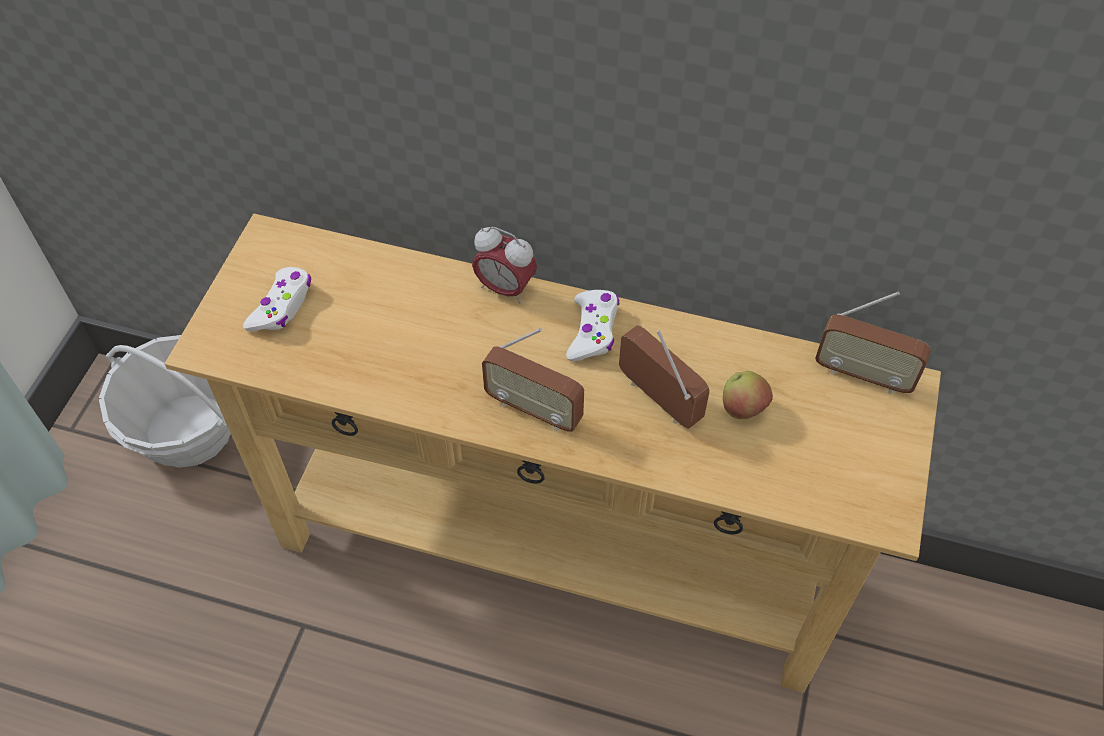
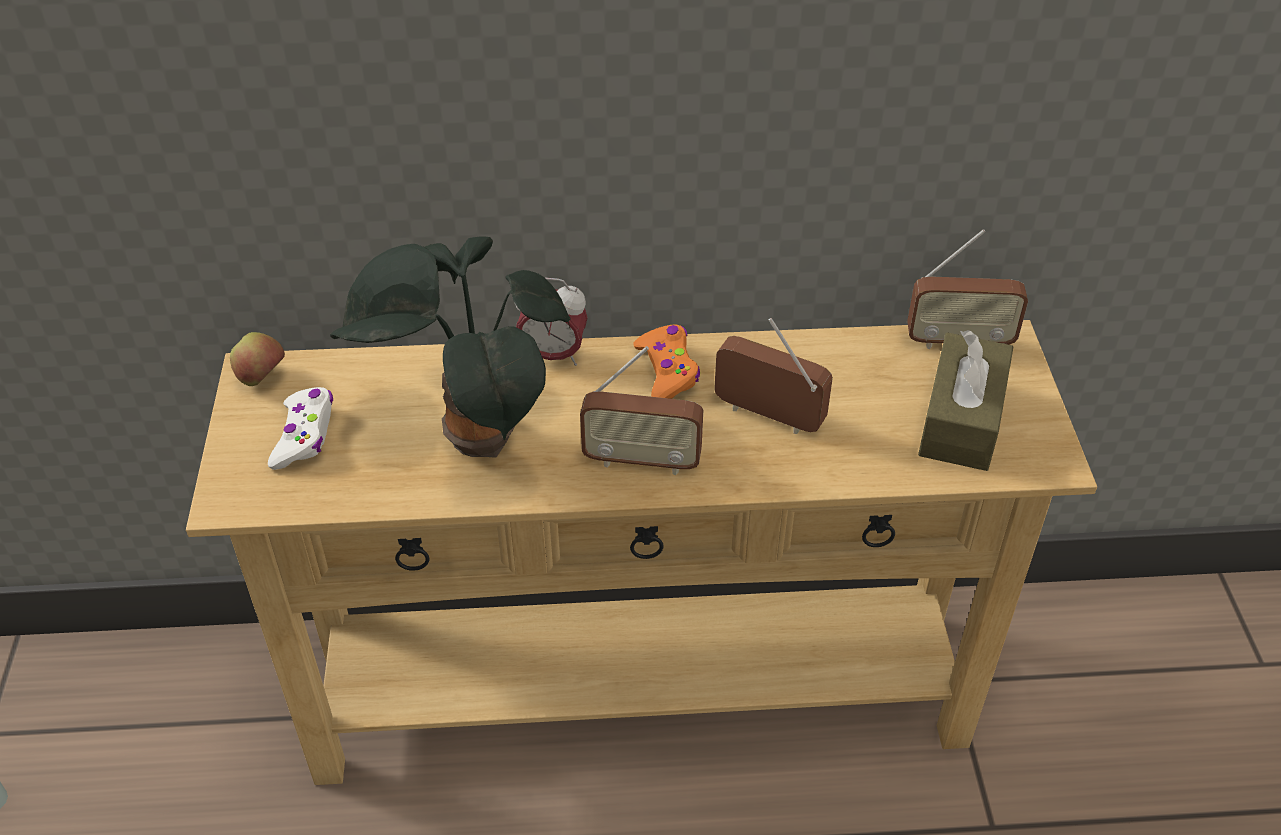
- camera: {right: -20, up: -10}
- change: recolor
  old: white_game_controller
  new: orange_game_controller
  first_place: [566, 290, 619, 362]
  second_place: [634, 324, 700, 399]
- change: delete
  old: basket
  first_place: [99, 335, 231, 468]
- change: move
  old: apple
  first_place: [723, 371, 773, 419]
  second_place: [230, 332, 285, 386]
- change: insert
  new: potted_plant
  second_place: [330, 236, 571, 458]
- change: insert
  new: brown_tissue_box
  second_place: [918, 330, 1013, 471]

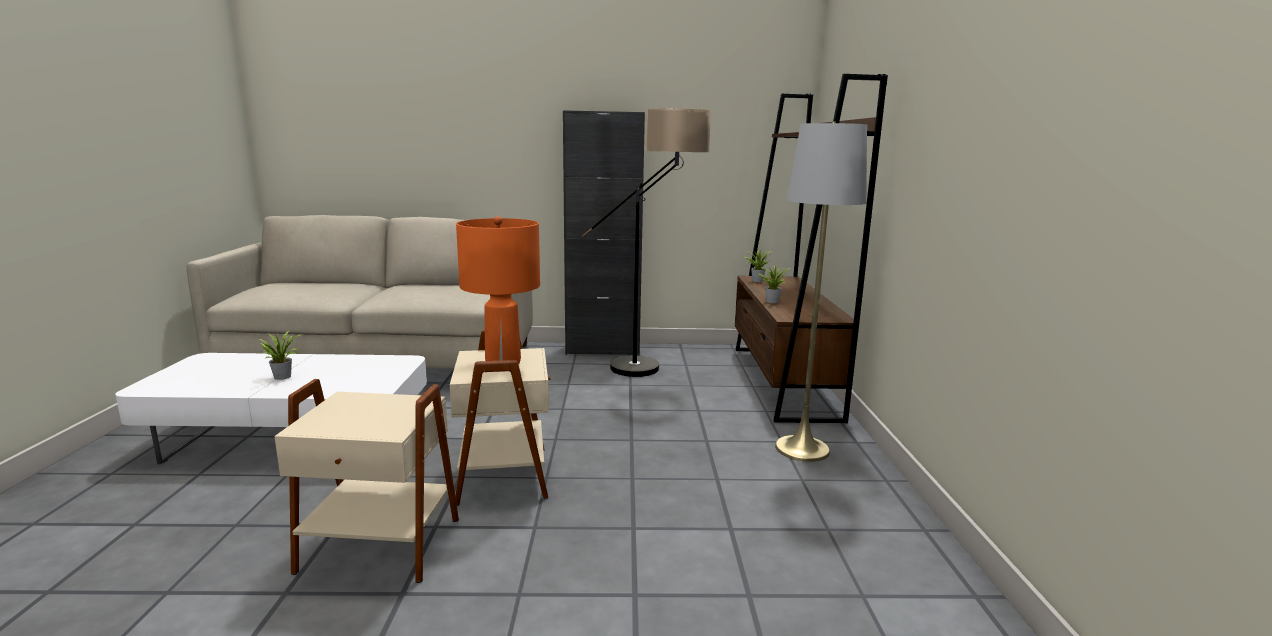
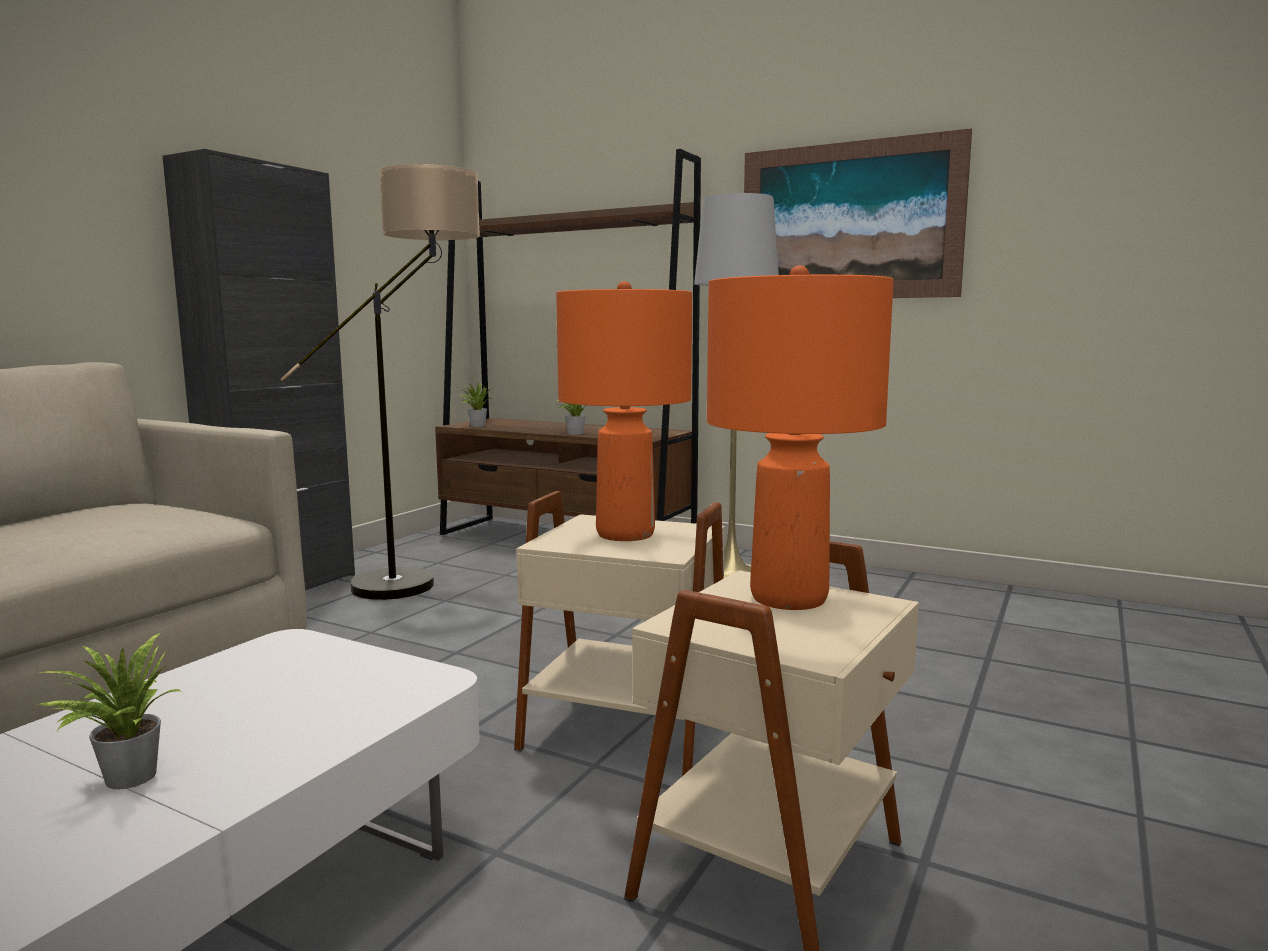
- camera: {right: -60, up: -5}
- change: insert
  new: picture
  second_place: [744, 128, 972, 298]
- change: insert
  new: orange_table_lamp
  second_place: [707, 265, 894, 610]

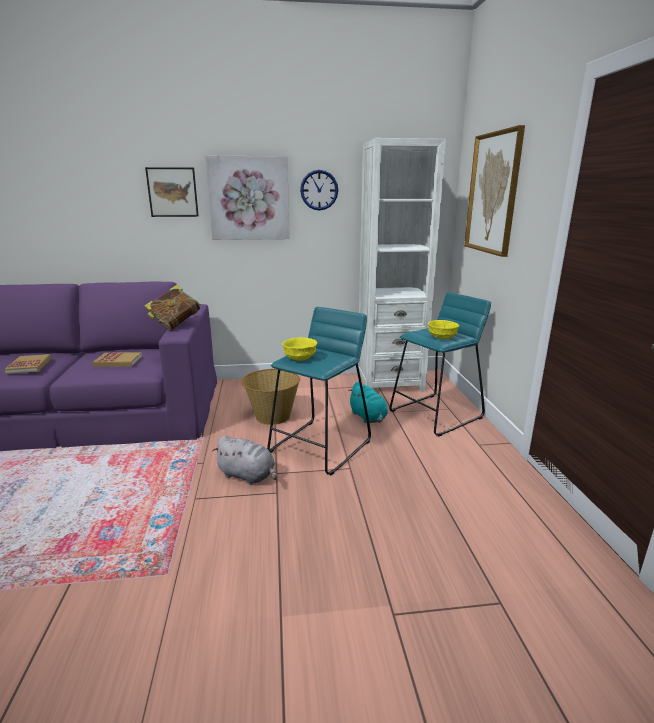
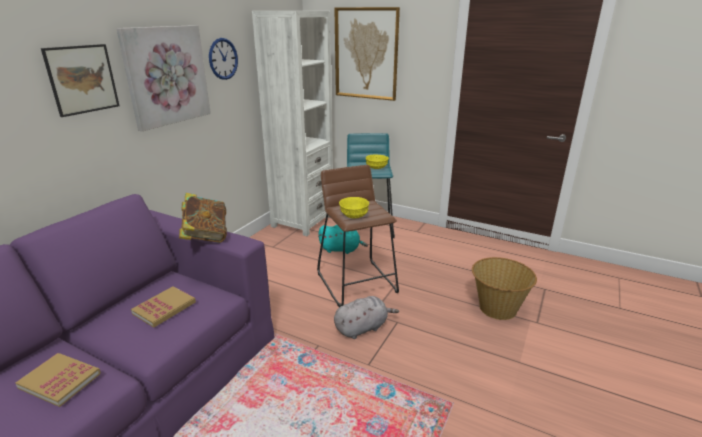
- camera: {right: -55, up: 5}
- change: recolor
  old: turquoise_stool
  new: brown_stool
  first_place: [267, 307, 371, 475]
  second_place: [317, 165, 399, 307]
- change: move
  old: basket
  first_place: [241, 369, 300, 425]
  second_place: [472, 257, 537, 320]

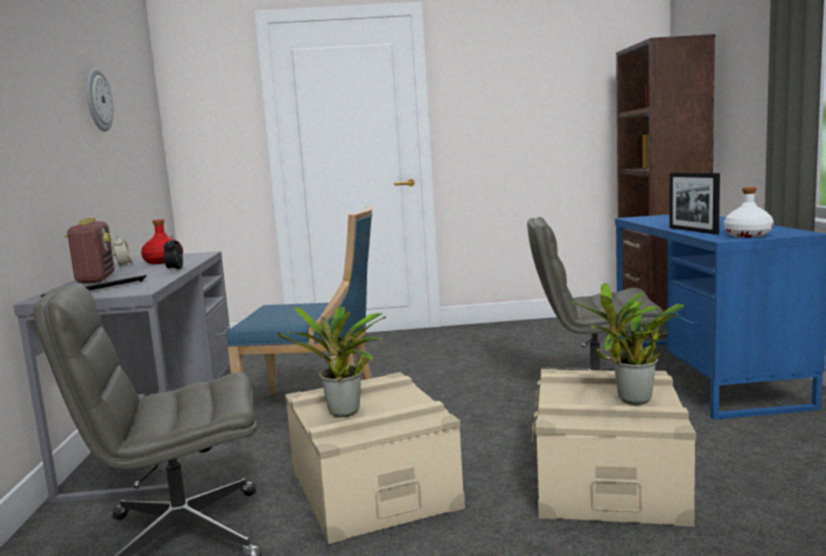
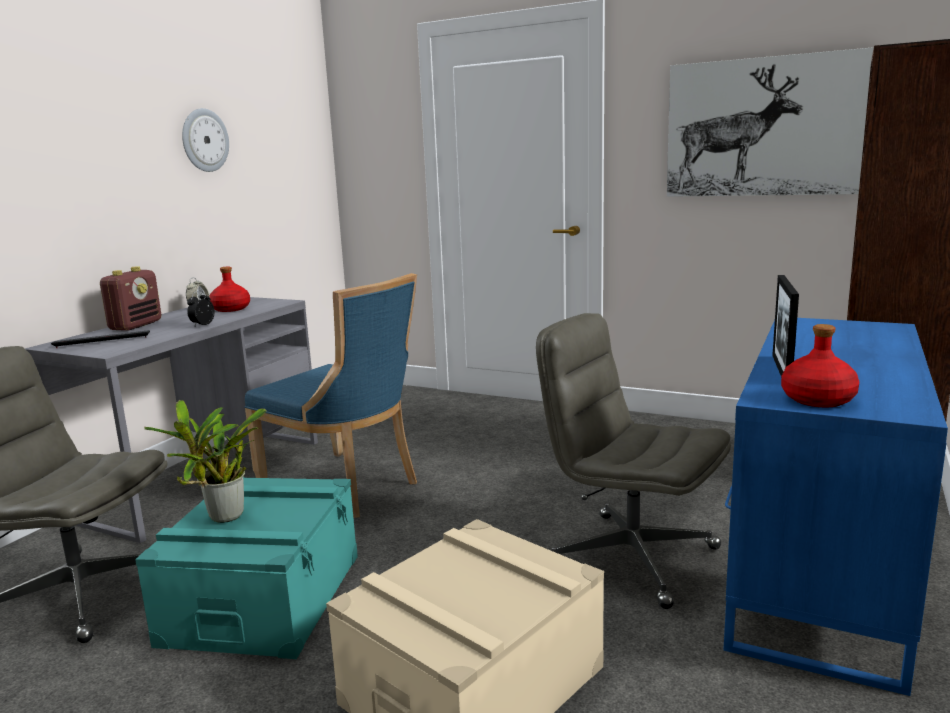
- camera: {right: 30, up: 5}
- change: recolor
  old: white_bottle
  new: red_bottle
  first_place: [724, 187, 774, 238]
  second_place: [781, 324, 859, 407]
- change: delete
  old: potted_plant
  first_place: [572, 283, 685, 404]
- change: recolor
  old: beige_storage_box
  new: turquoise_storage_box
  first_place: [285, 372, 465, 544]
  second_place: [135, 477, 358, 659]
- change: insert
  new: picture
  second_place: [667, 47, 874, 197]

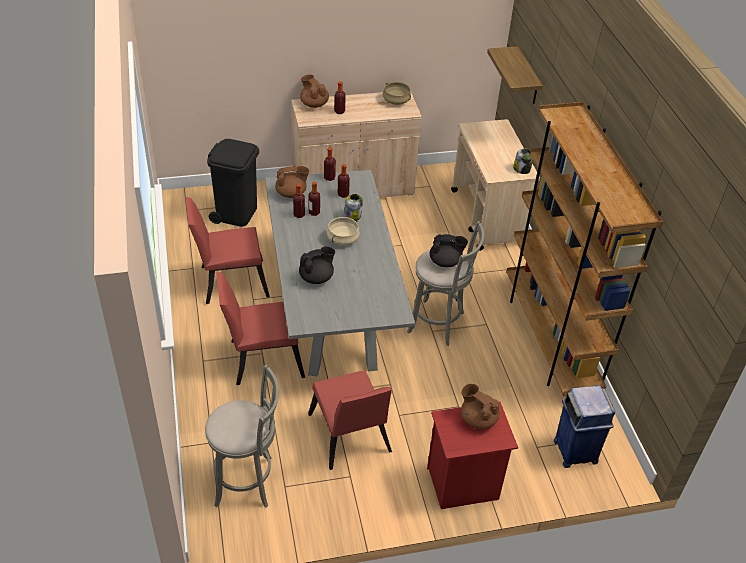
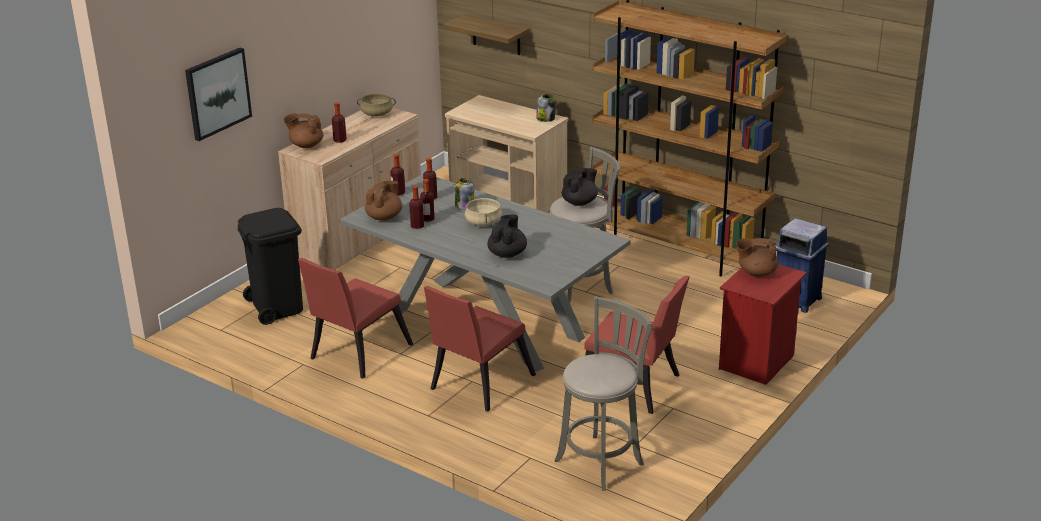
- camera: {right: -40, up: -15}
- change: insert
  new: picture
  second_place: [185, 48, 252, 141]

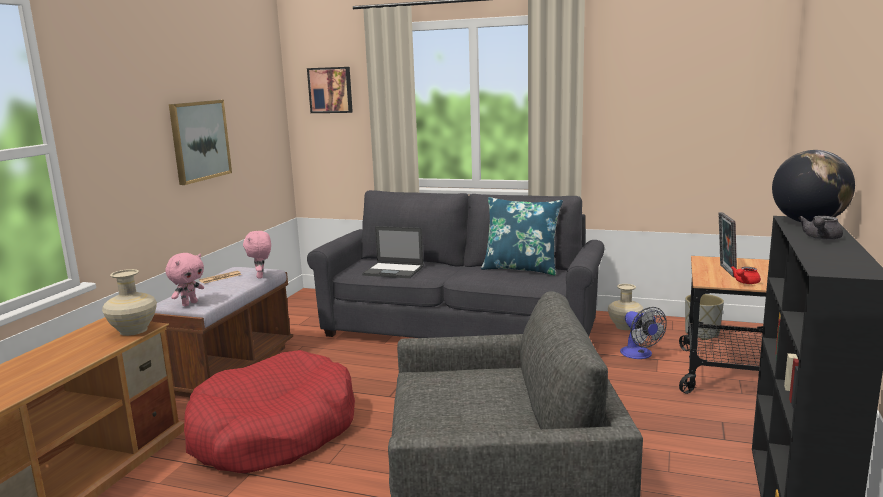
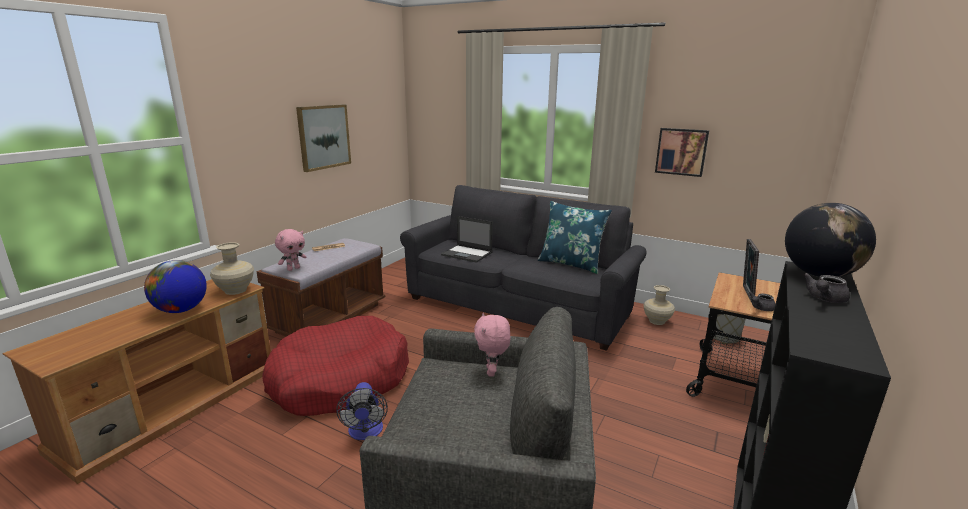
- camera: {right: 10, up: 5}
- change: move
  old: picture
  first_place: [307, 67, 353, 113]
  second_place: [655, 128, 709, 177]
- change: move
  old: pink_plush_toy
  first_place: [243, 231, 271, 279]
  second_place: [474, 313, 511, 377]
- change: recolor
  old: red_teapot
  new: grey_teapot
  first_place: [731, 266, 761, 284]
  second_place: [749, 292, 776, 311]
- change: move
  old: fan
  first_place: [620, 307, 667, 359]
  second_place: [336, 382, 388, 440]
- change: insert
  new: globe
  second_place: [144, 260, 207, 313]

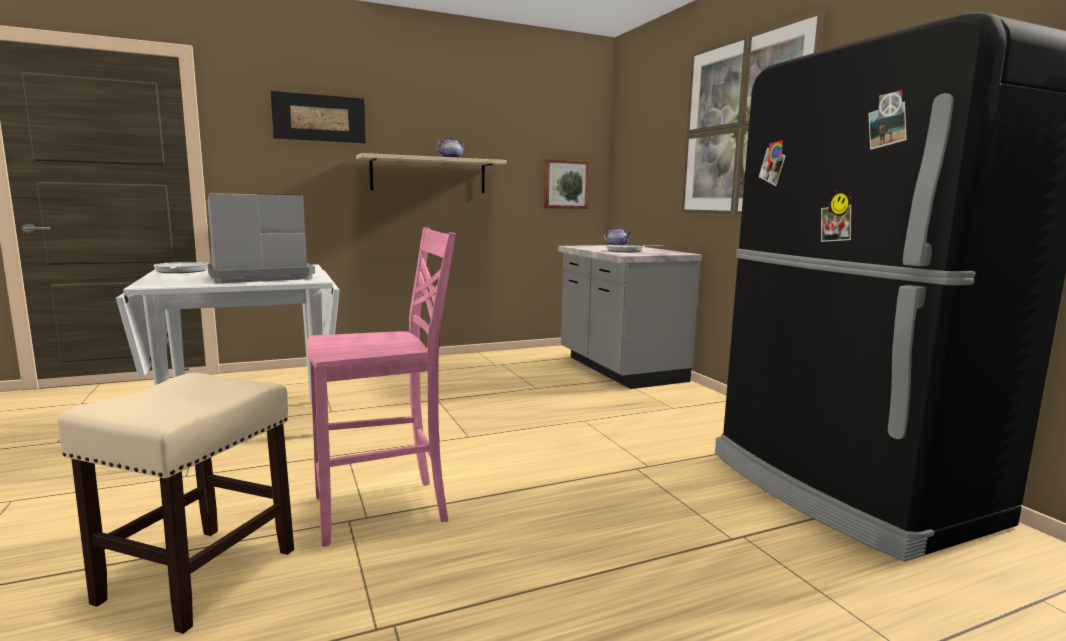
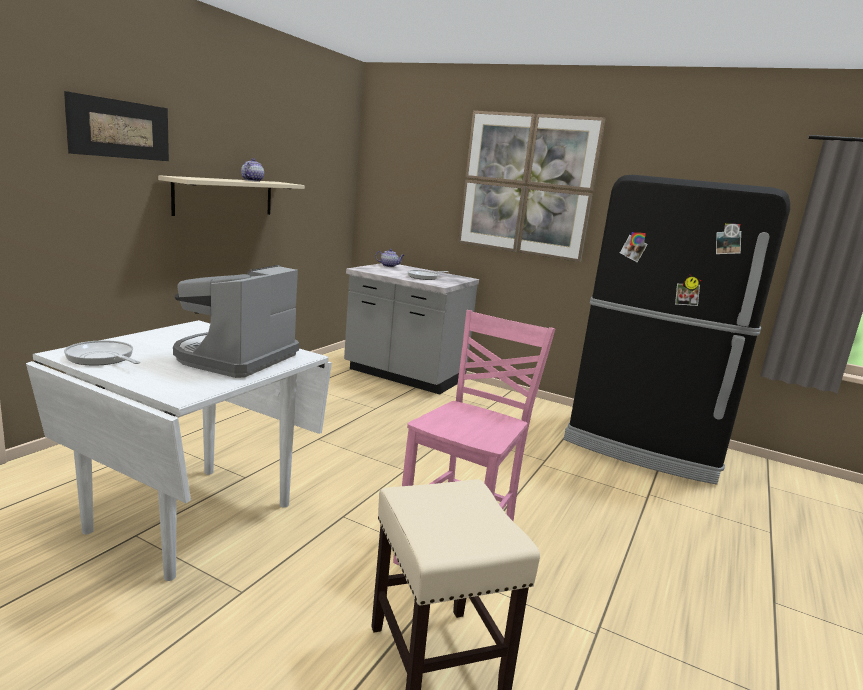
- camera: {right: -40, up: 5}
- change: delete
  old: picture
  first_place: [544, 159, 590, 209]

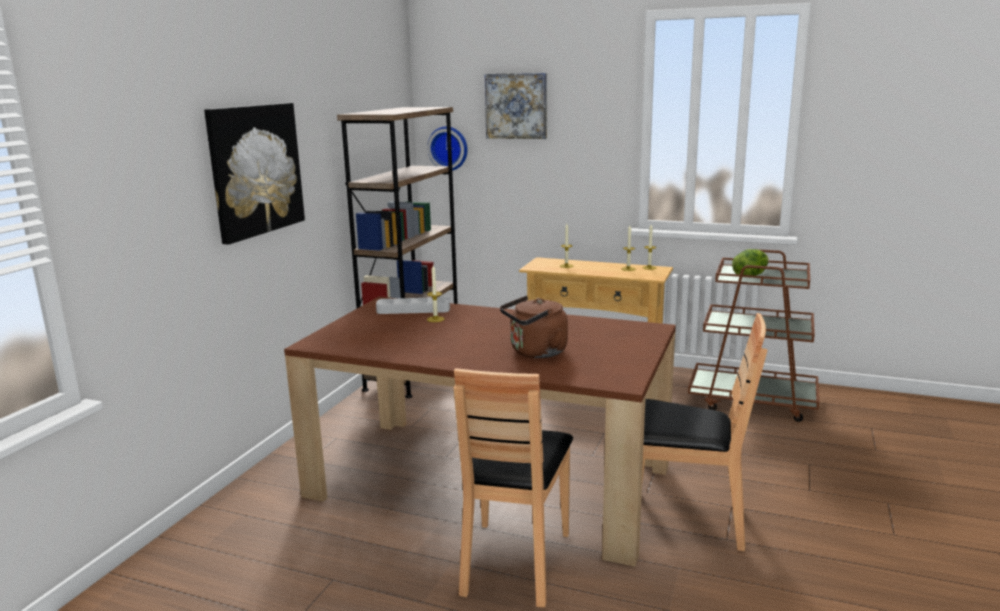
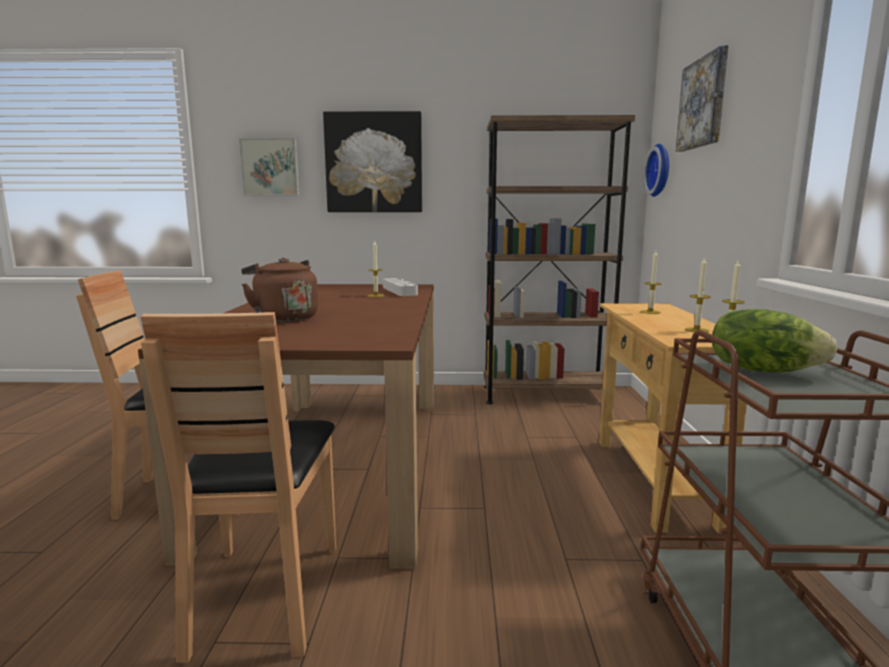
- camera: {right: 70, up: -5}
- change: insert
  new: picture
  second_place: [239, 138, 300, 196]

